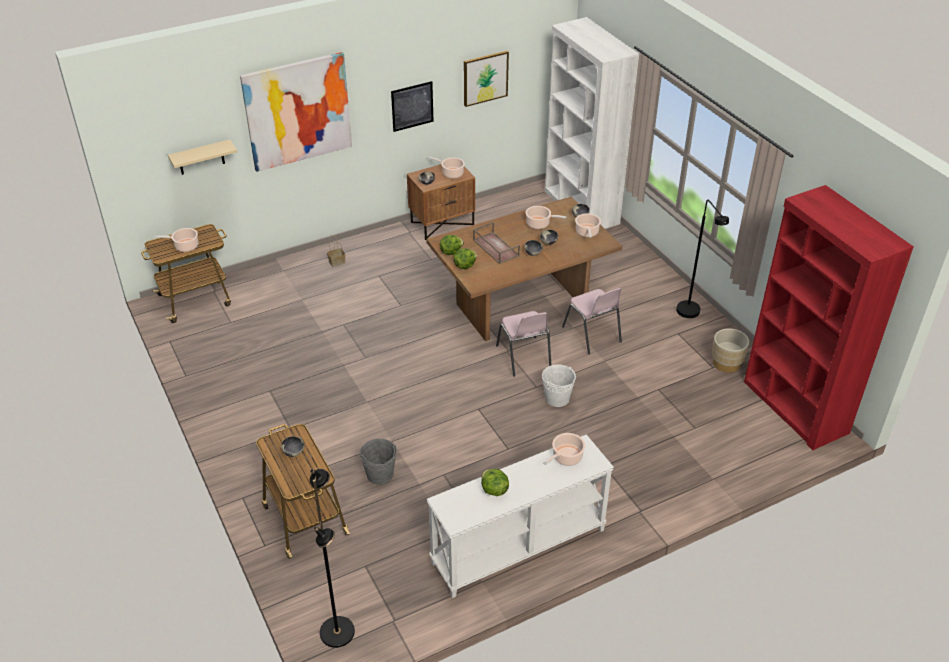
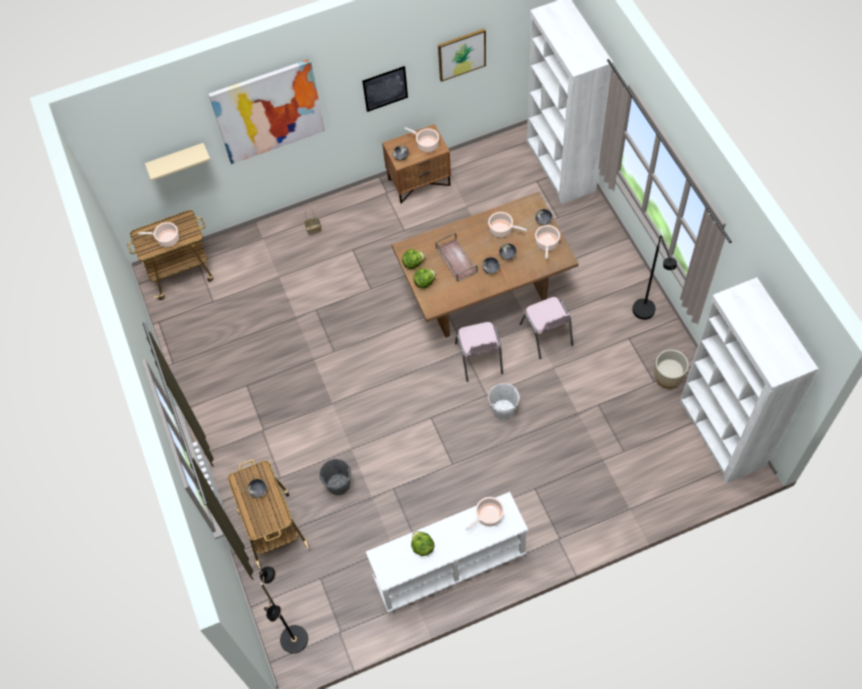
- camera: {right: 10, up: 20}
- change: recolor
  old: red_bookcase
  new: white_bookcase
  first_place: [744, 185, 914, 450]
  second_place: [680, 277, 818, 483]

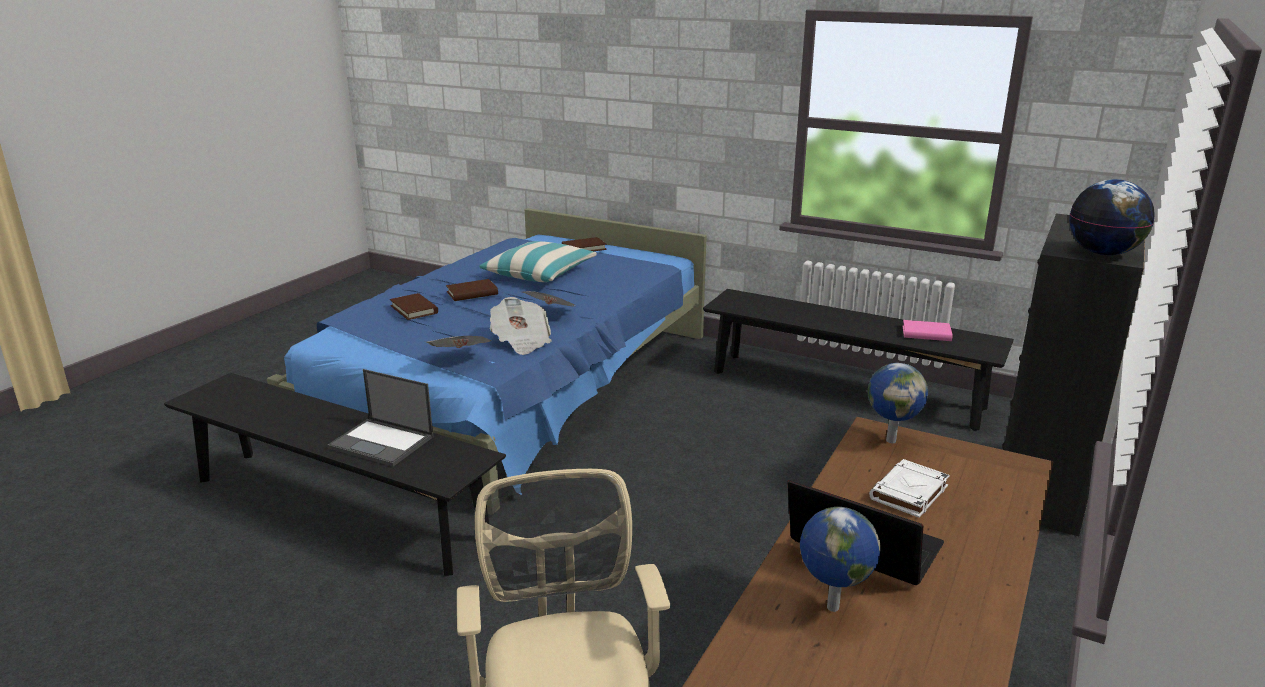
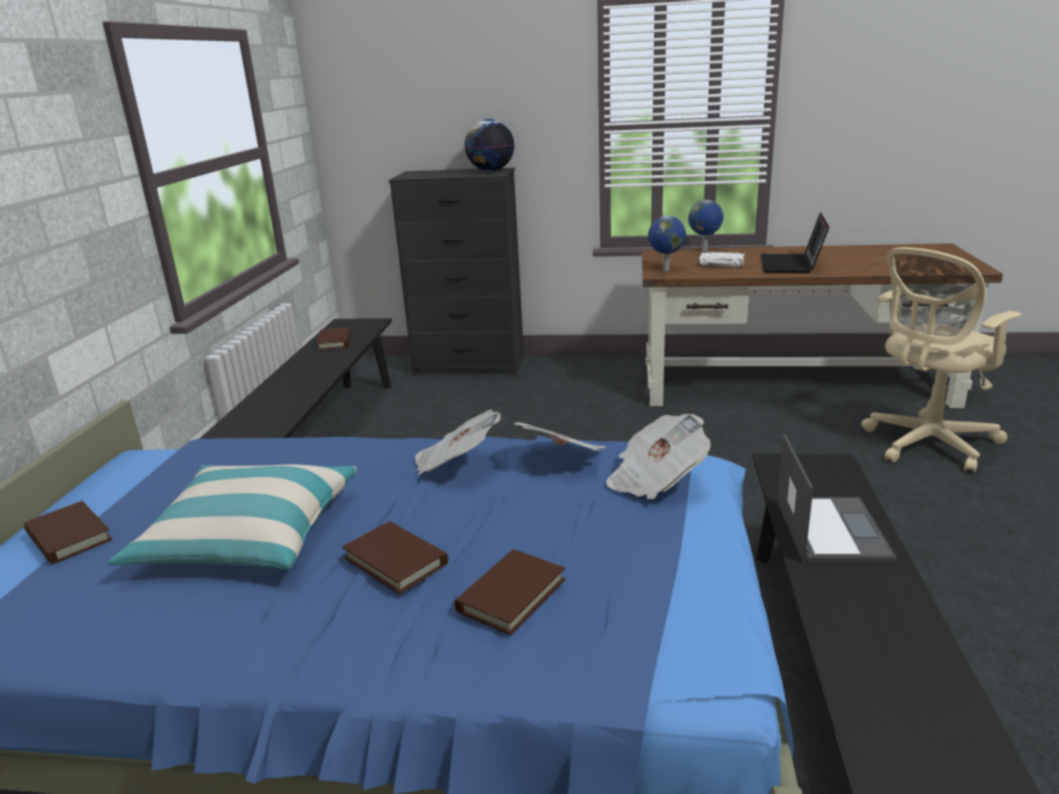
- camera: {right: -110, up: 0}
- change: recolor
  old: pink_book
  new: brown_book
  first_place: [902, 320, 953, 341]
  second_place: [316, 327, 351, 350]
- change: move
  old: globe
  first_place: [800, 507, 881, 612]
  second_place: [688, 200, 723, 251]

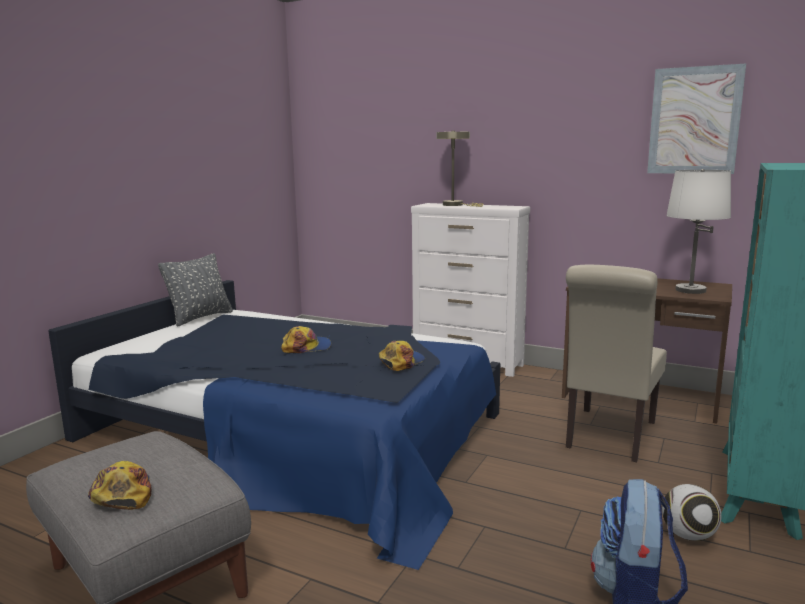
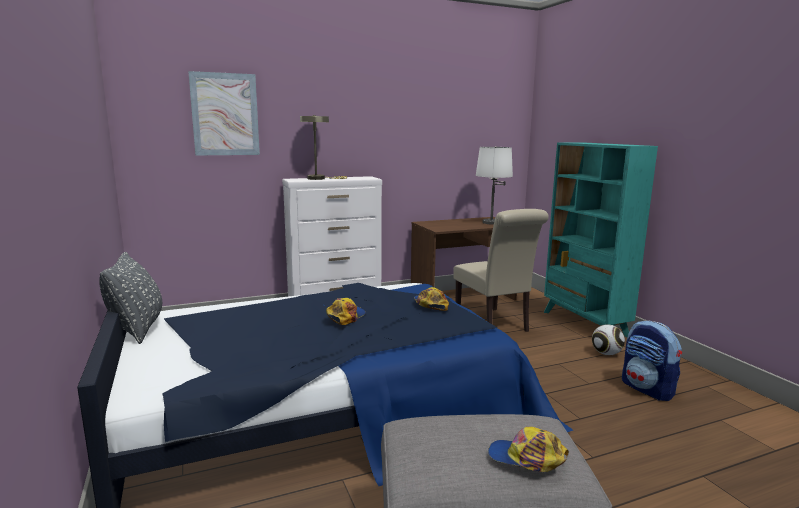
- camera: {right: -50, up: 0}
- change: move
  old: picture
  first_place: [647, 64, 746, 174]
  second_place: [188, 71, 260, 155]

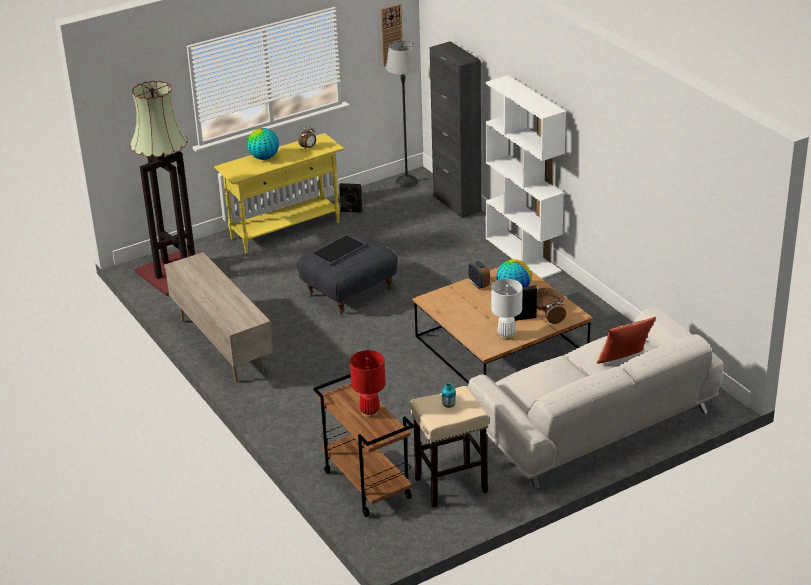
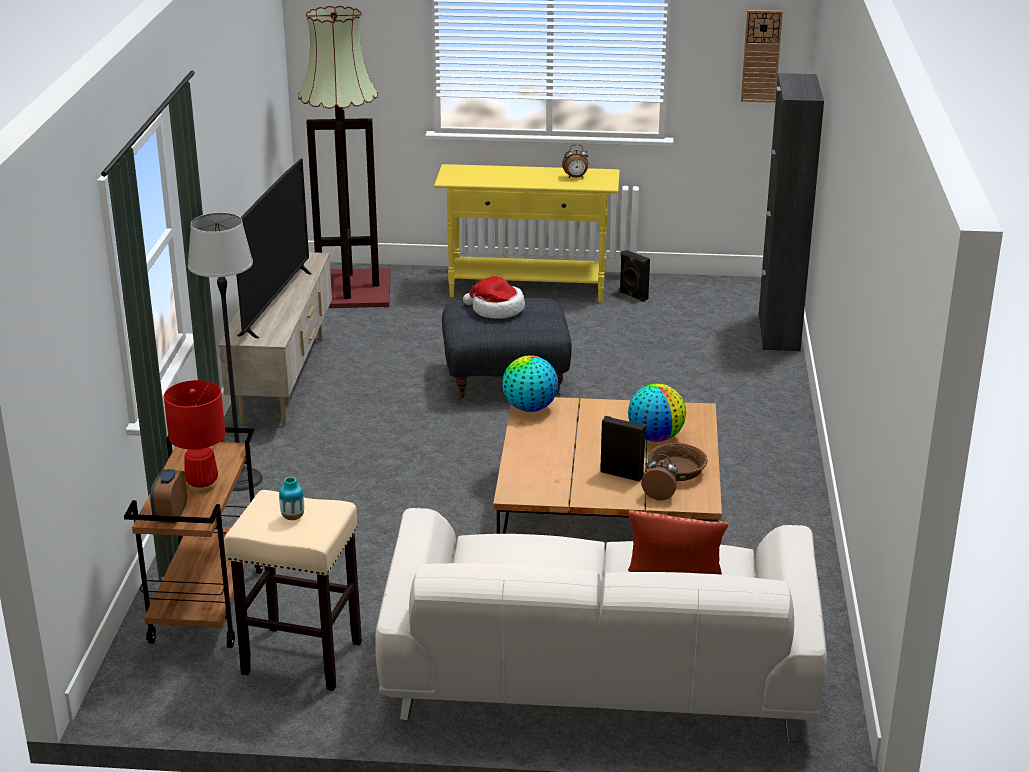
- camera: {right: 35, up: -5}
- change: move
  old: floor_lamp
  first_place: [386, 41, 419, 187]
  second_place: [188, 213, 263, 491]
- change: delete
  old: white_bookcase
  first_place: [485, 75, 566, 279]
- change: move
  old: globe
  first_place: [247, 128, 279, 160]
  second_place: [502, 356, 558, 412]
- change: replace
  old: tray
  new: hat
  first_place: [311, 234, 367, 265]
  second_place: [463, 276, 525, 319]
- change: move
  old: alarm_clock
  first_place: [468, 261, 490, 289]
  second_place: [150, 469, 187, 524]
- change: delete
  old: white_table_lamp
  first_place: [491, 279, 522, 340]
- change: insert
  new: television
  second_place: [236, 158, 311, 338]

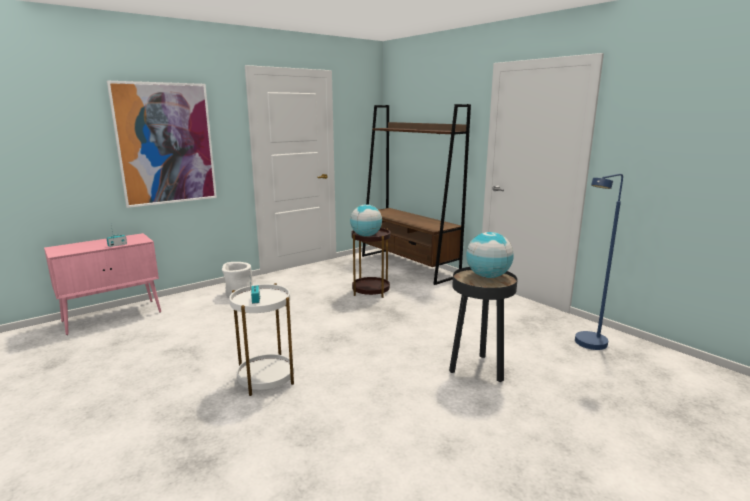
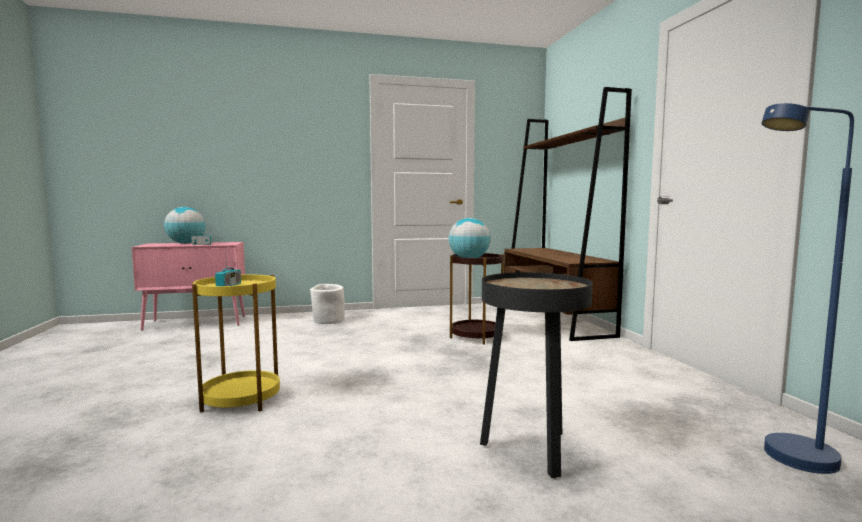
- camera: {right: 25, up: -10}
- change: delete
  old: picture
  first_place: [107, 81, 217, 208]
- change: move
  old: globe
  first_place: [466, 232, 514, 278]
  second_place: [164, 207, 206, 244]
- change: recolor
  old: white_side_table
  new: yellow_side_table
  first_place: [229, 283, 294, 396]
  second_place: [192, 275, 280, 412]

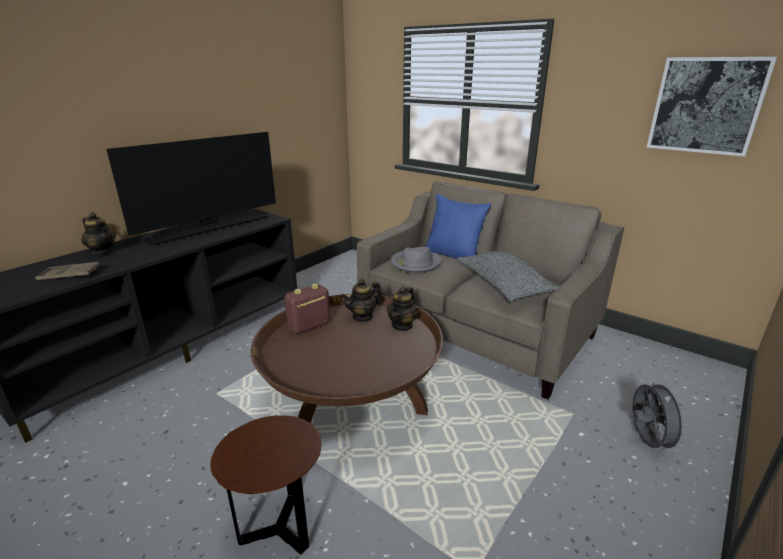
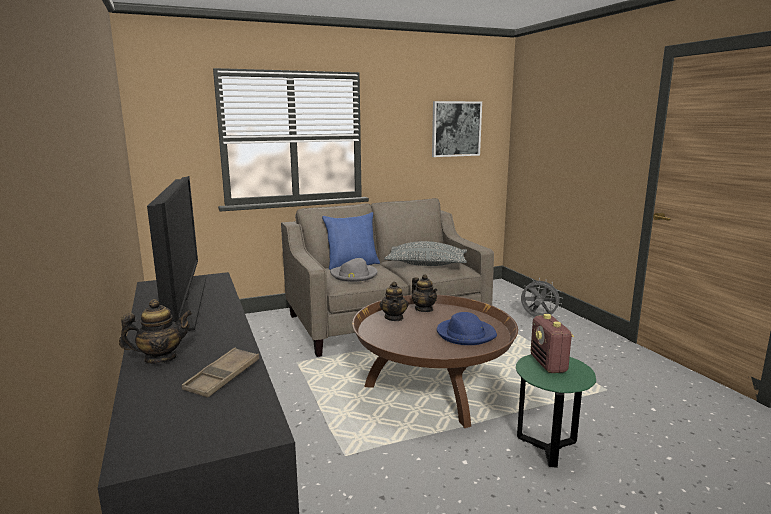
- camera: {right: -60, up: -10}
- change: move
  old: radio
  first_place: [285, 284, 330, 334]
  second_place: [531, 314, 574, 373]
- change: recolor
  old: brown_side_table
  new: green_side_table
  first_place: [210, 415, 322, 555]
  second_place: [516, 354, 596, 468]
- change: insert
  new: blue_hat
  second_place: [437, 312, 497, 345]

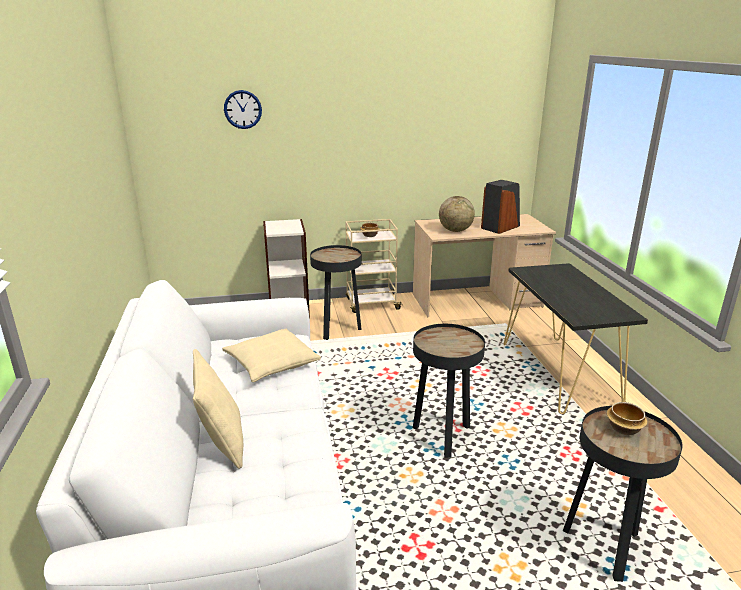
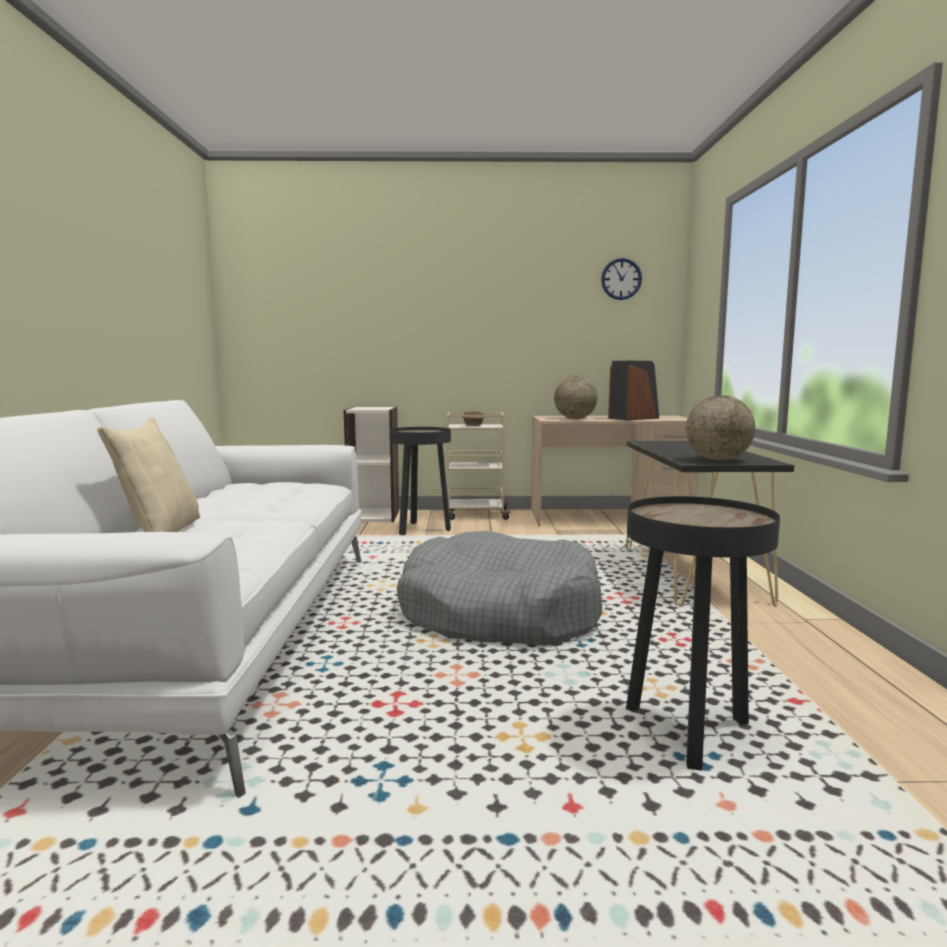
- camera: {right: 10, up: -15}
- change: move
  old: wall_clock
  first_place: [224, 90, 262, 129]
  second_place: [601, 258, 642, 300]
- change: replace
  old: black_side_table
  new: grey_dog_bed
  first_place: [413, 324, 485, 458]
  second_place: [397, 531, 602, 645]
- change: delete
  old: beige_pillow
  first_place: [222, 329, 321, 382]
- change: delete
  old: bowl
  first_place: [607, 402, 647, 435]
- change: insert
  new: globe
  second_place: [686, 395, 756, 461]

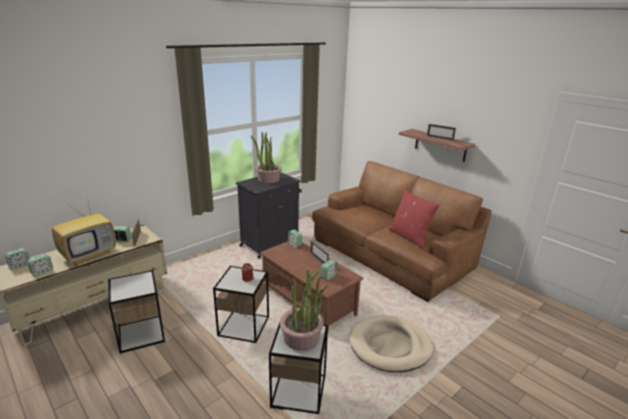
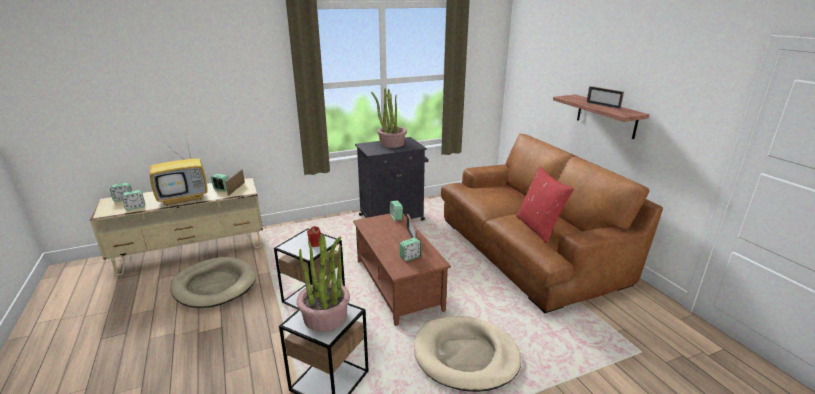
- camera: {right: 20, up: 0}
- change: replace
  old: side_table
  new: beige_dog_bed
  first_place: [108, 270, 165, 354]
  second_place: [170, 257, 256, 308]

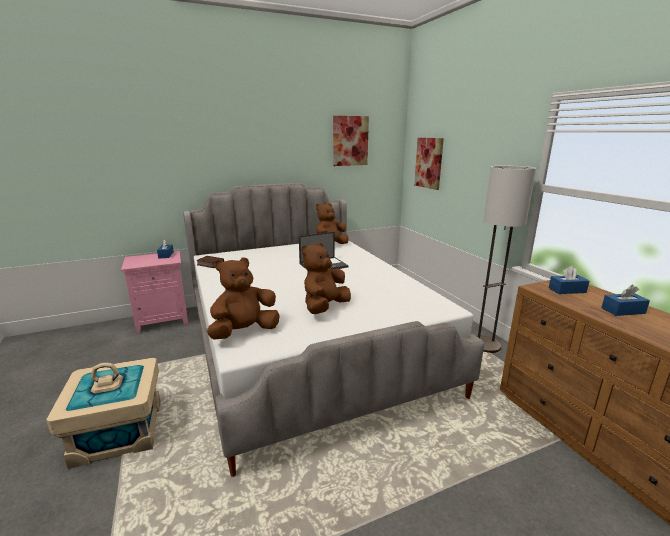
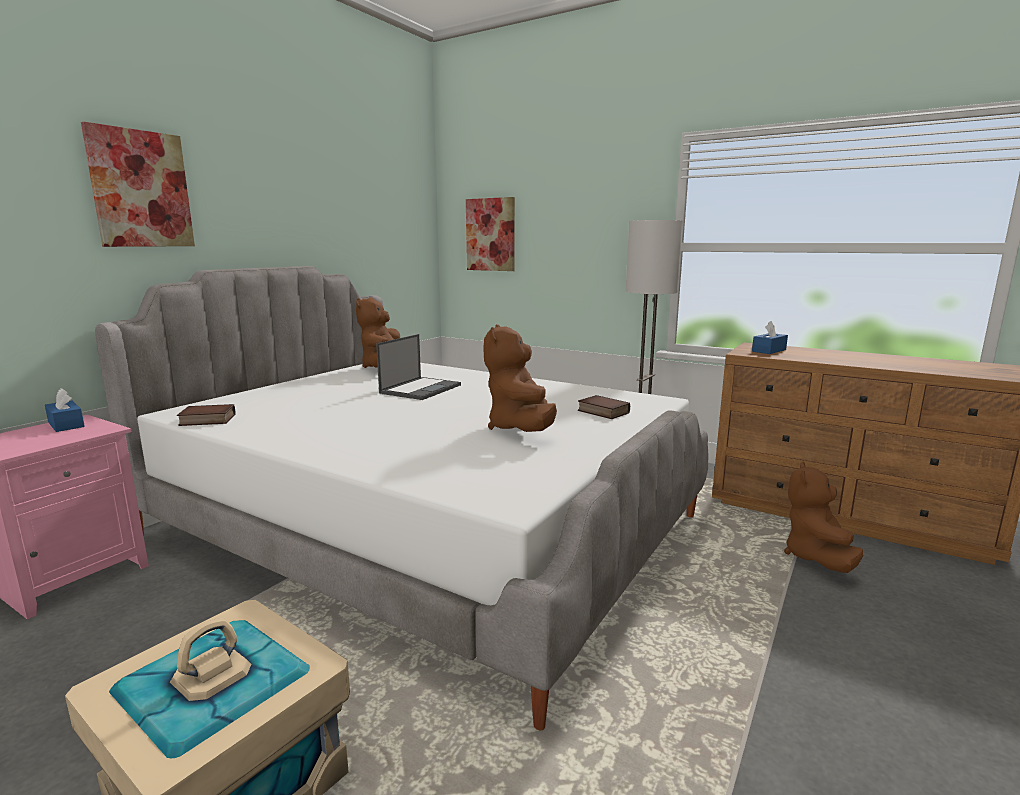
- camera: {right: -35, up: -5}
- change: move
  old: picture
  first_place: [333, 116, 369, 166]
  second_place: [81, 122, 195, 247]
- change: move
  old: brown_plush_toy
  first_place: [207, 257, 280, 340]
  second_place: [784, 462, 863, 573]
- change: delete
  old: blue_tissue_box
  first_place: [601, 285, 650, 316]
- change: insert
  new: book
  second_place: [578, 395, 630, 419]

